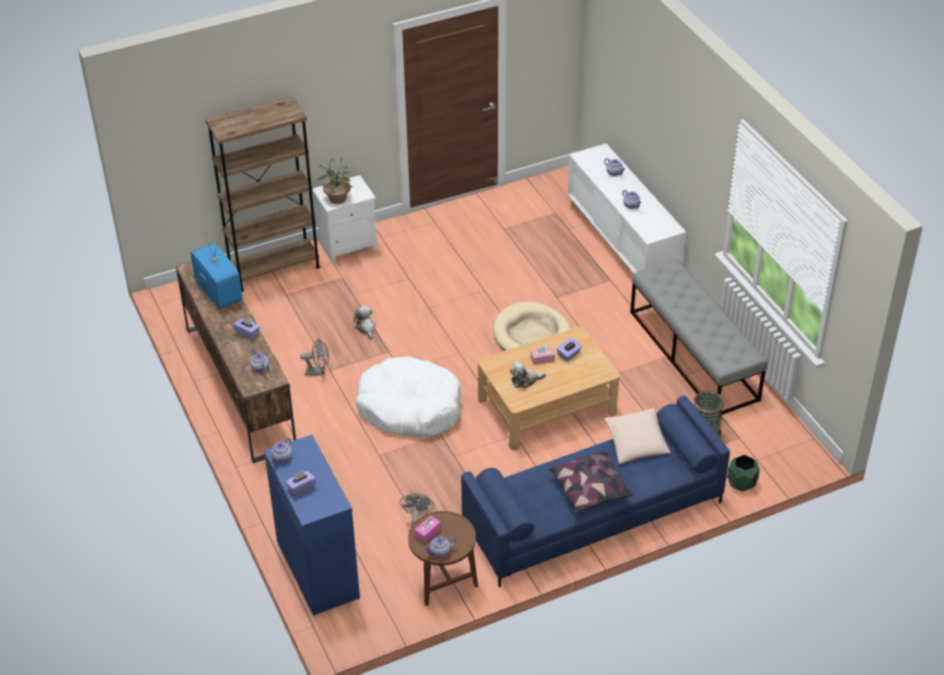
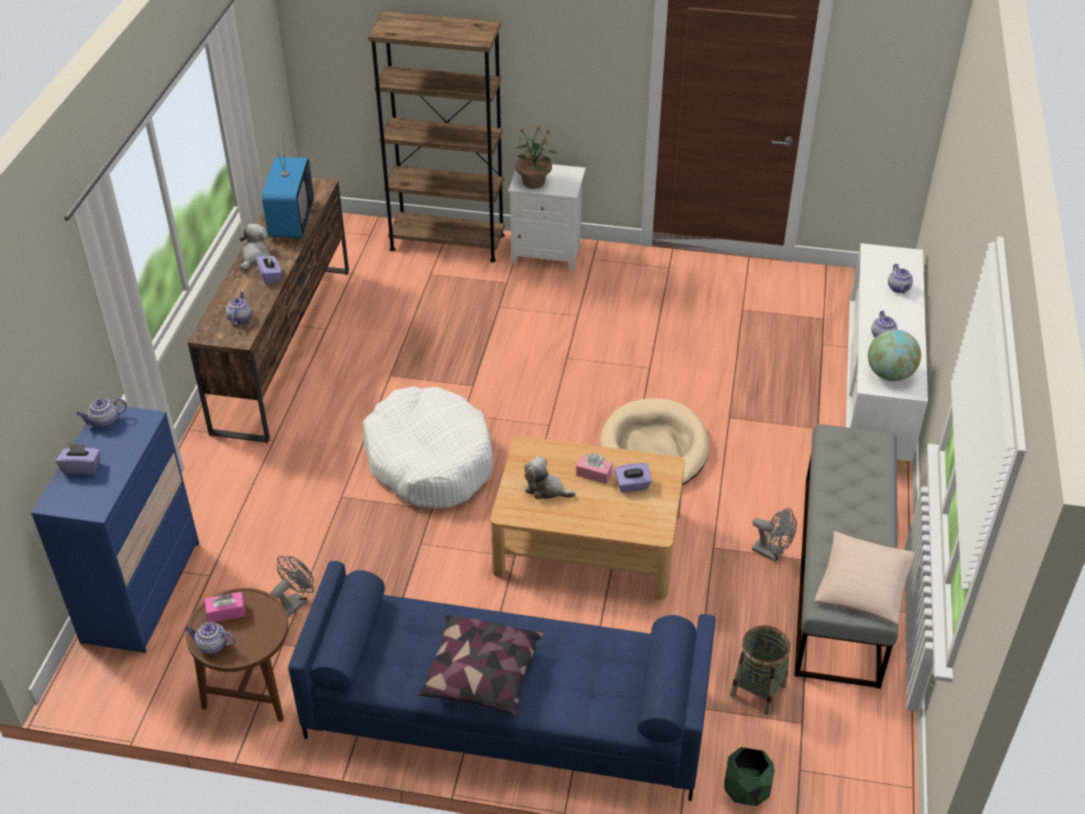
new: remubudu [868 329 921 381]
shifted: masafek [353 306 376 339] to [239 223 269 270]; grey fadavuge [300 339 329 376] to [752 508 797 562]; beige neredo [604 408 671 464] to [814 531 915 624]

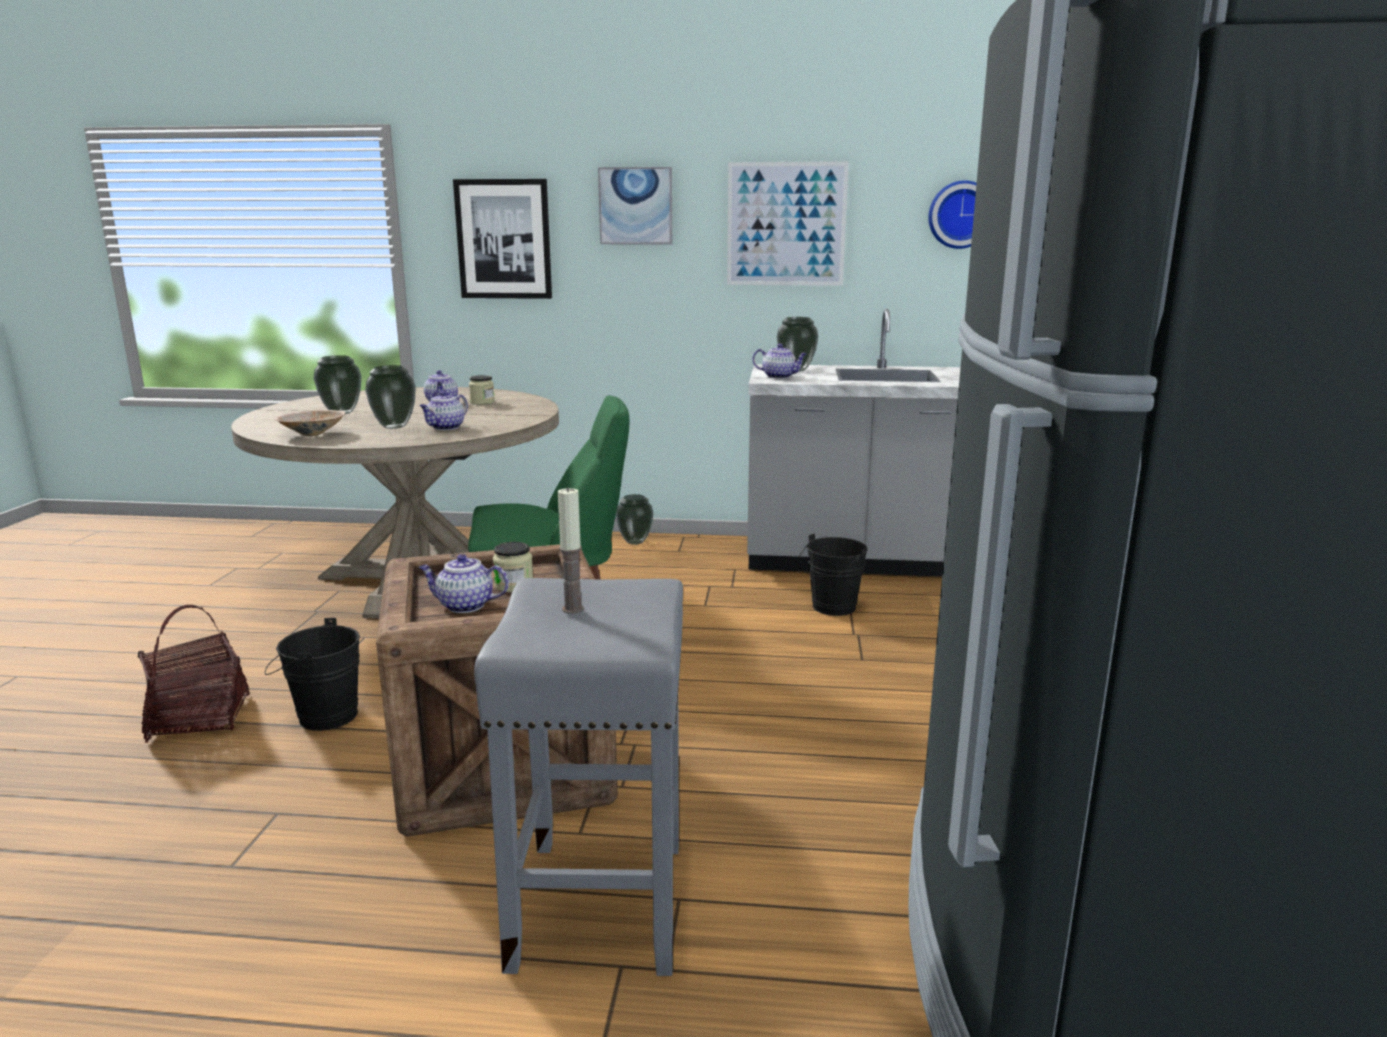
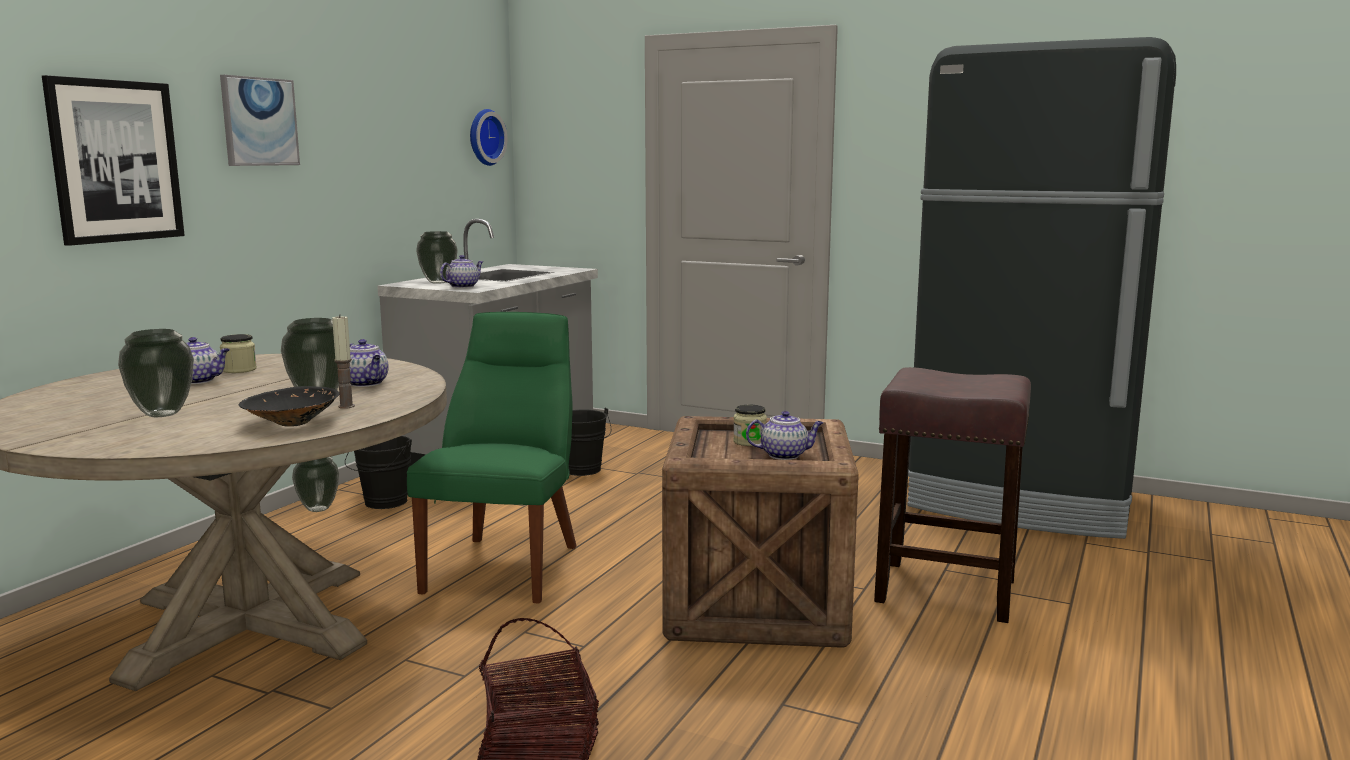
gone: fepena [727 161 849 286]
shifted: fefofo [558 487 584 614] to [332 315 355 409]; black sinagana [264 618 360 731] to [345 436 412 509]
repainted: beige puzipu [274 410 345 436] to black puzipu [239 386 339 427]; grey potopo [474 578 683 976] to brown potopo [874 367 1031 623]
rotated: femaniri [418 554 509 613] = [746 411 823 460] 120 degrees counterclockwise

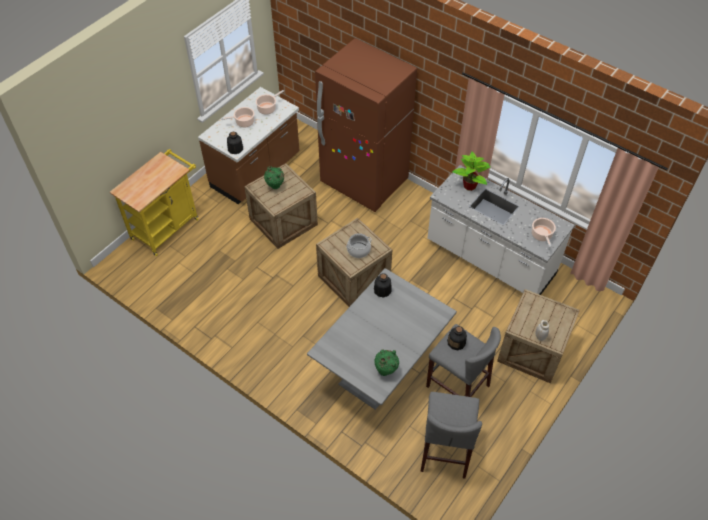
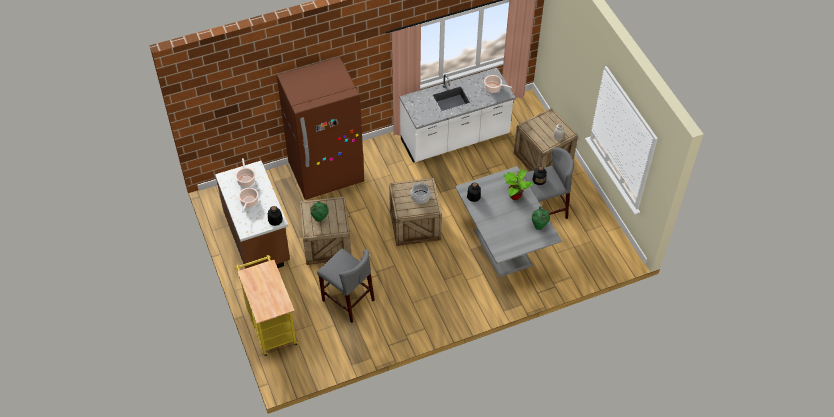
shifted: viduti [452 152 491 191] to [504 169 534 200]; grey potopo [420 392 482 478] to [317 248 375 323]

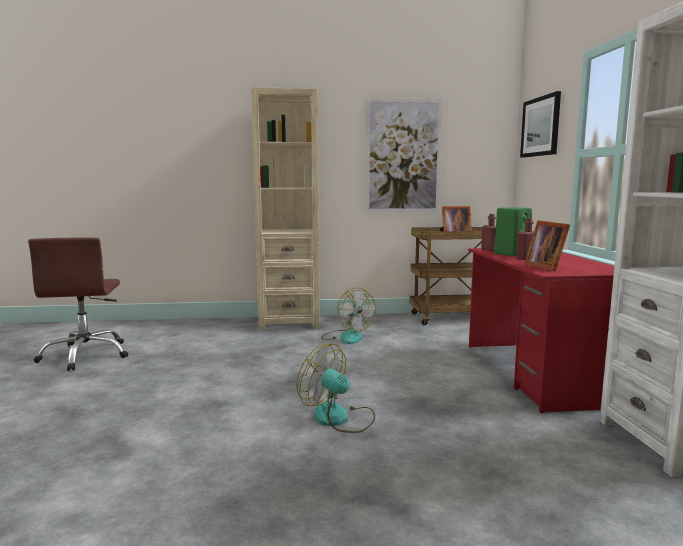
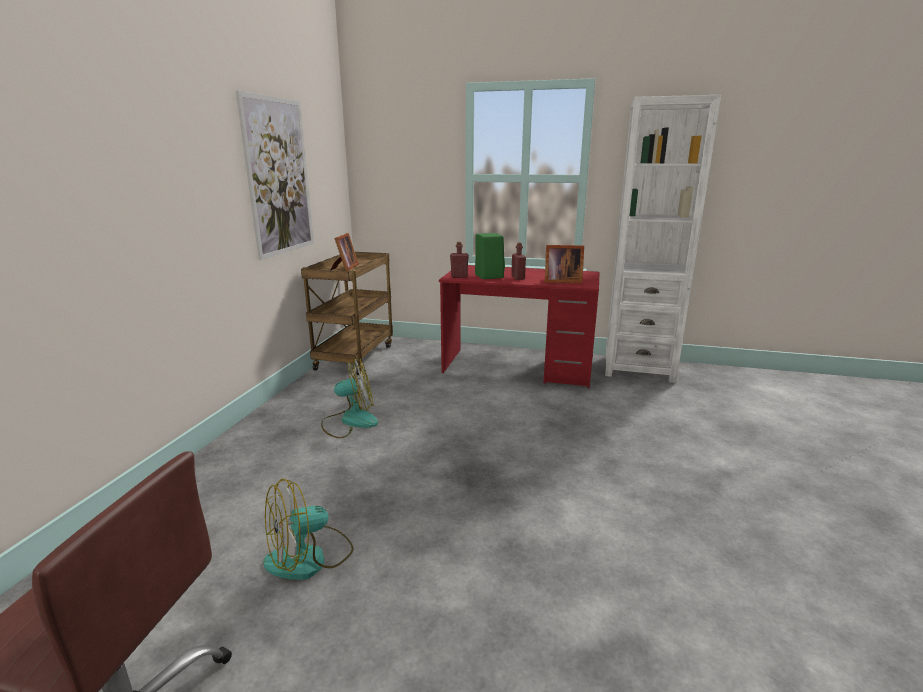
gone: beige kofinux [251 87 320 331]; fepena [520 91 561 158]
shifted: fadavuge [296 343 375 433] to [263 479 354 580]

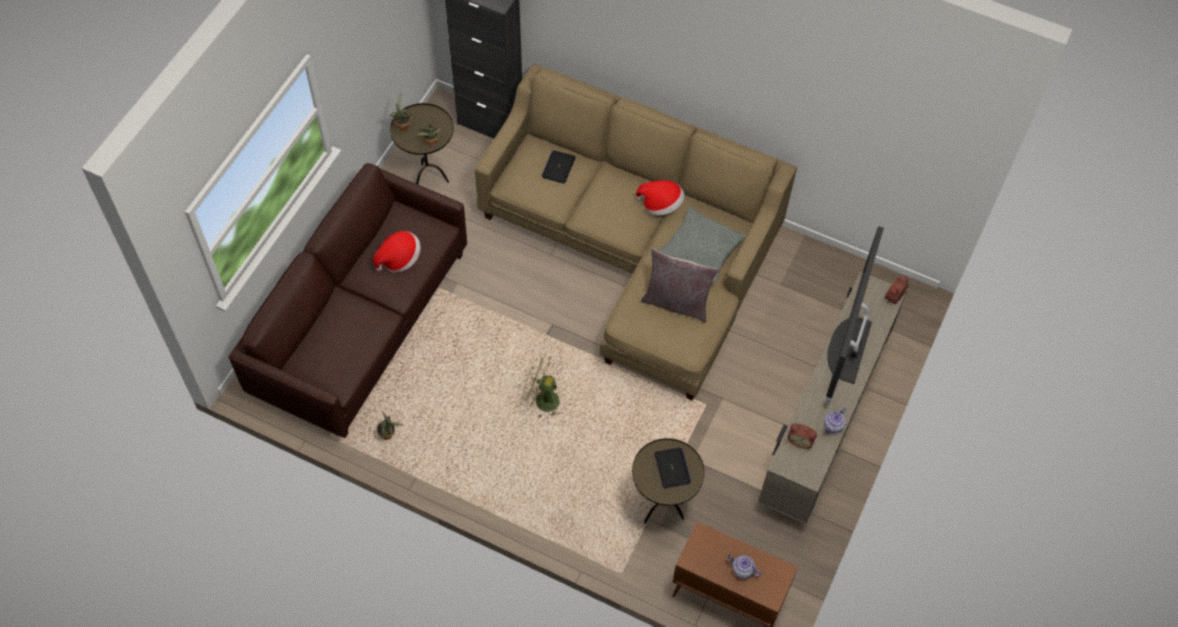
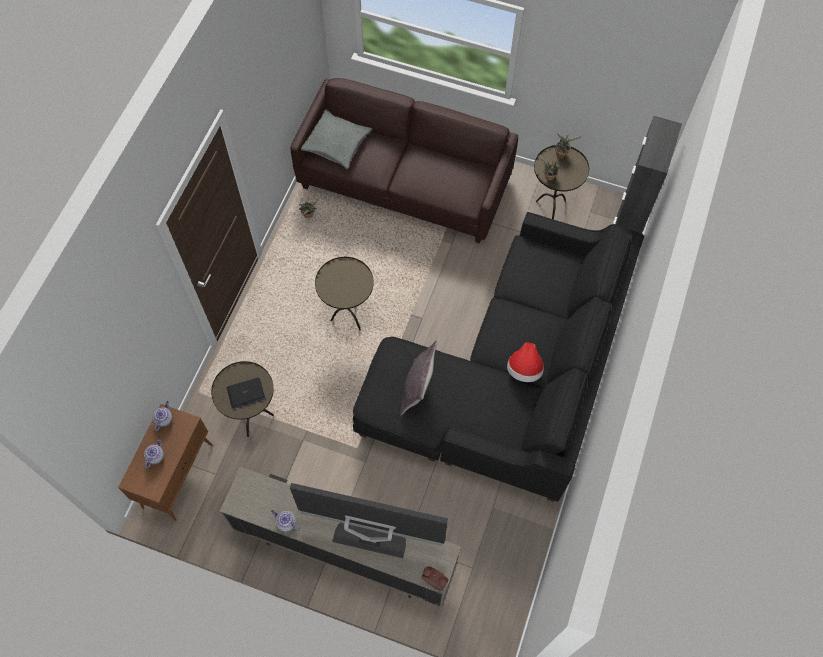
gone: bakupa [541 151 576 184]; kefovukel [373 231 420 273]; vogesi [788 423 817 449]
new: femaniri [153 401 172 431]
shifted: grey neredo [658 206 747 284] to [301 109 372 169]
swapped: beige fadavuge [520 353 560 418] to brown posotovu [315 257 374 330]
repainted: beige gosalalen [475 64 797 400] to black gosalalen [353 212 644 502]

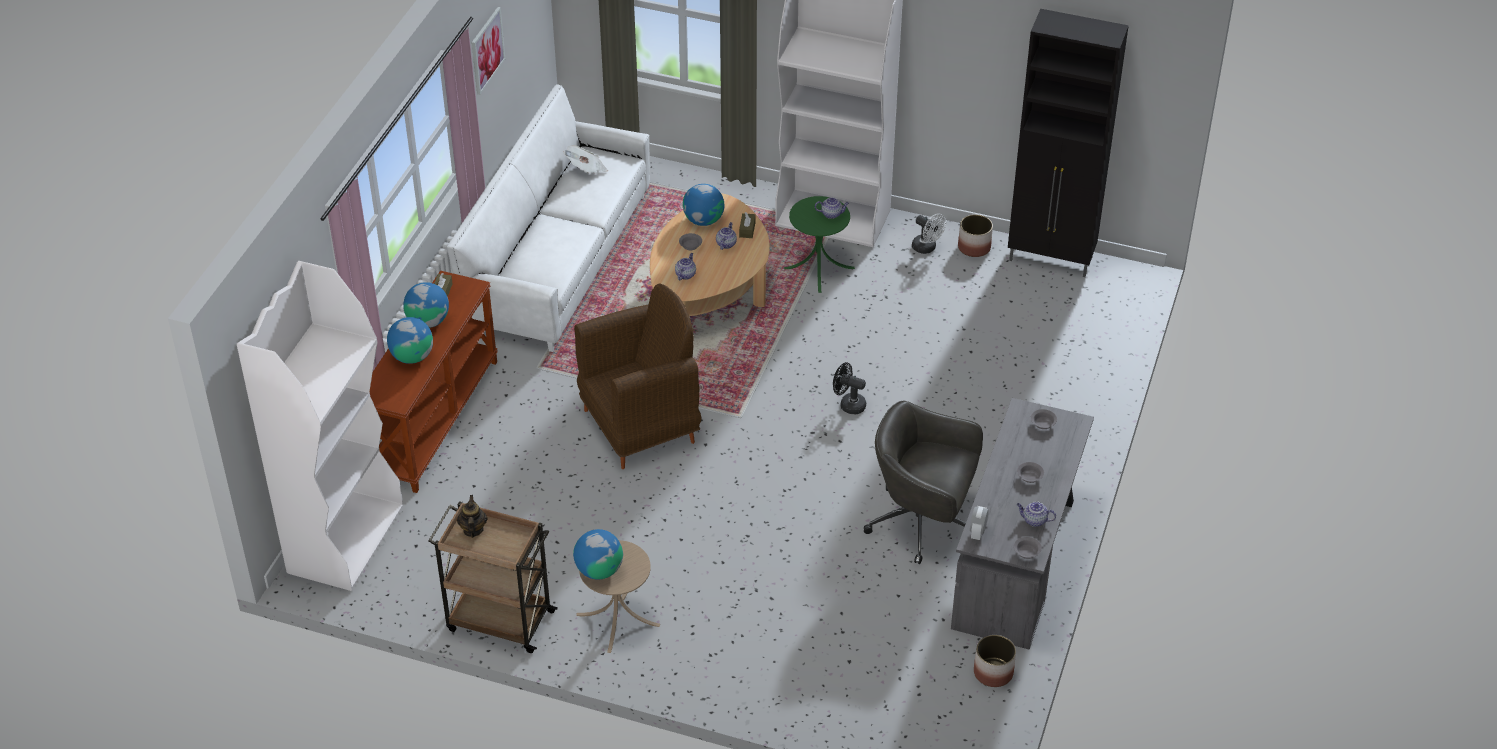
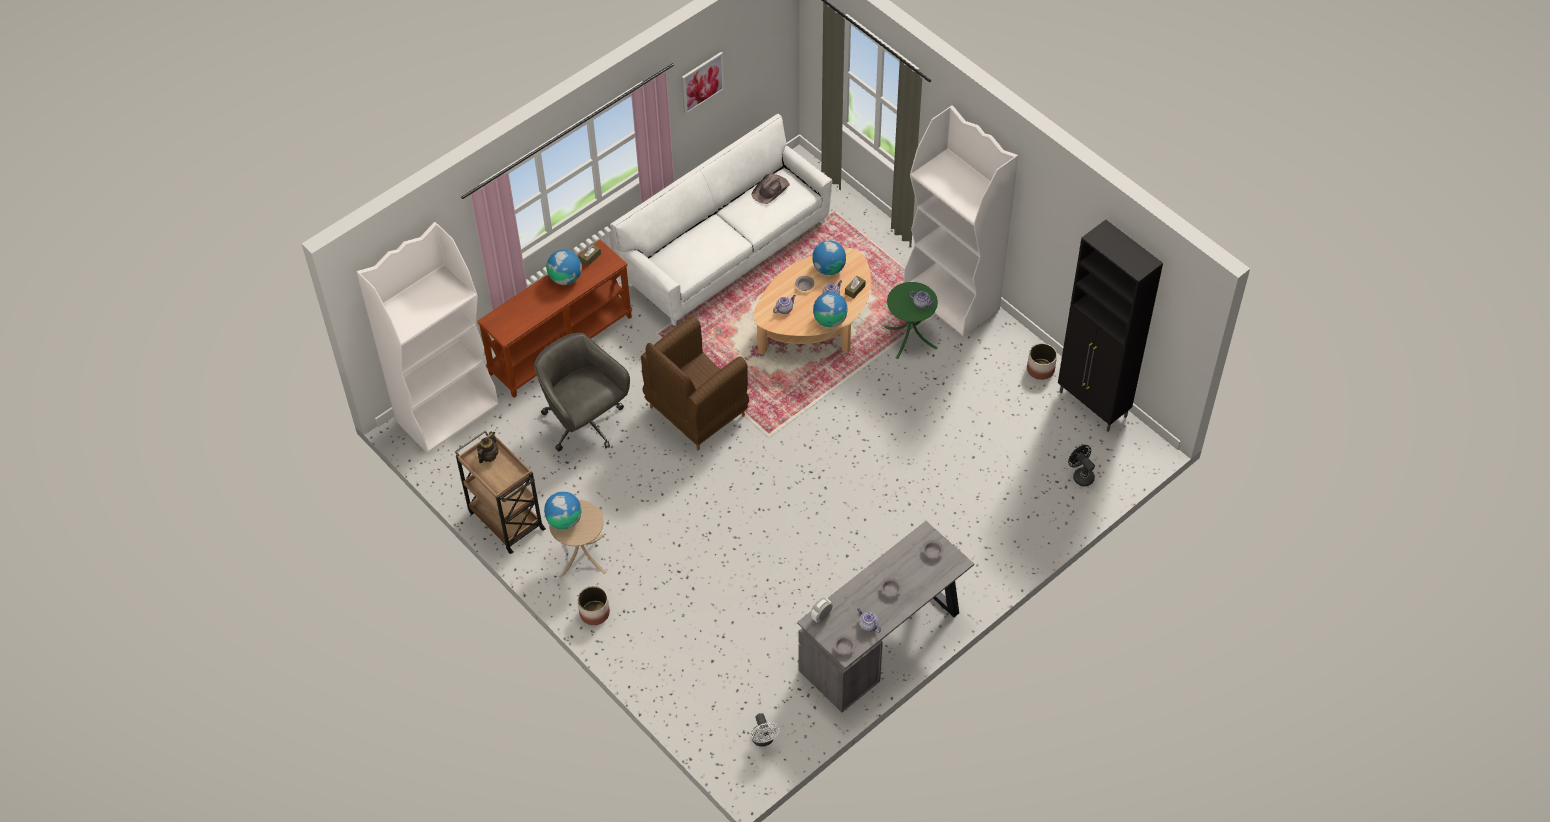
shifted: white fadavuge [912 214 946 254] to [751 713 780 747]; remubudu [387 317 433 364] to [813 292 848 327]; black fadavuge [833 362 866 414] to [1068 445 1095 487]; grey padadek [864 400 983 564] to [534 333 630 451]; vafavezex [974 635 1016 687] to [578 586 610 625]
swapped: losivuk [563 145 608 174] to brown kefovukel [751 174 790 204]
rotated: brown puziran [574 283 702 469] = [641 316 749 450] 135 degrees clockwise

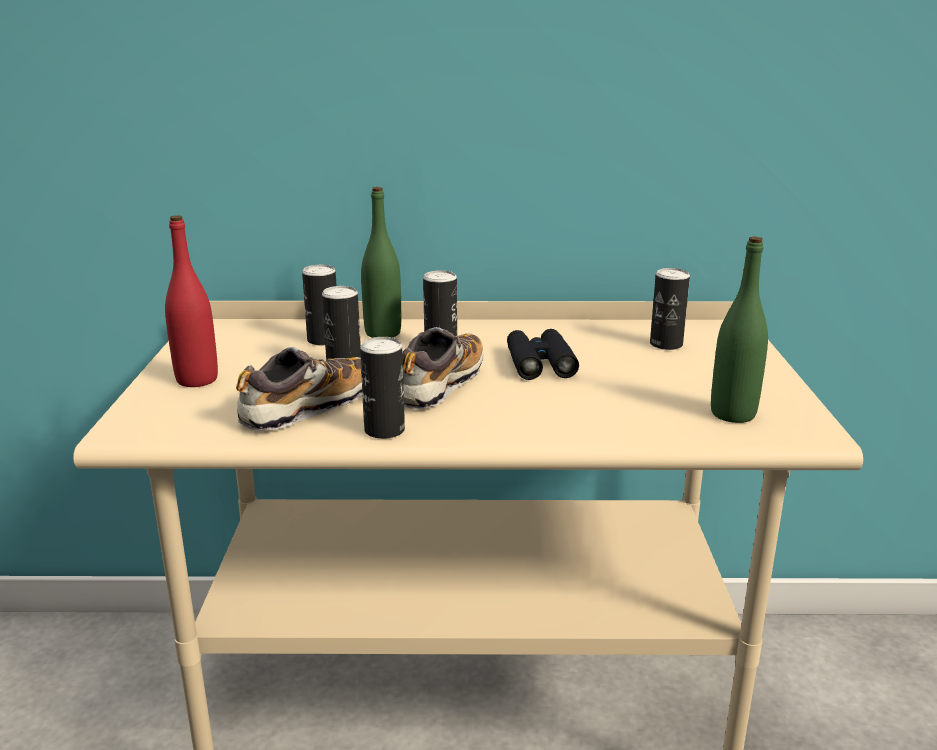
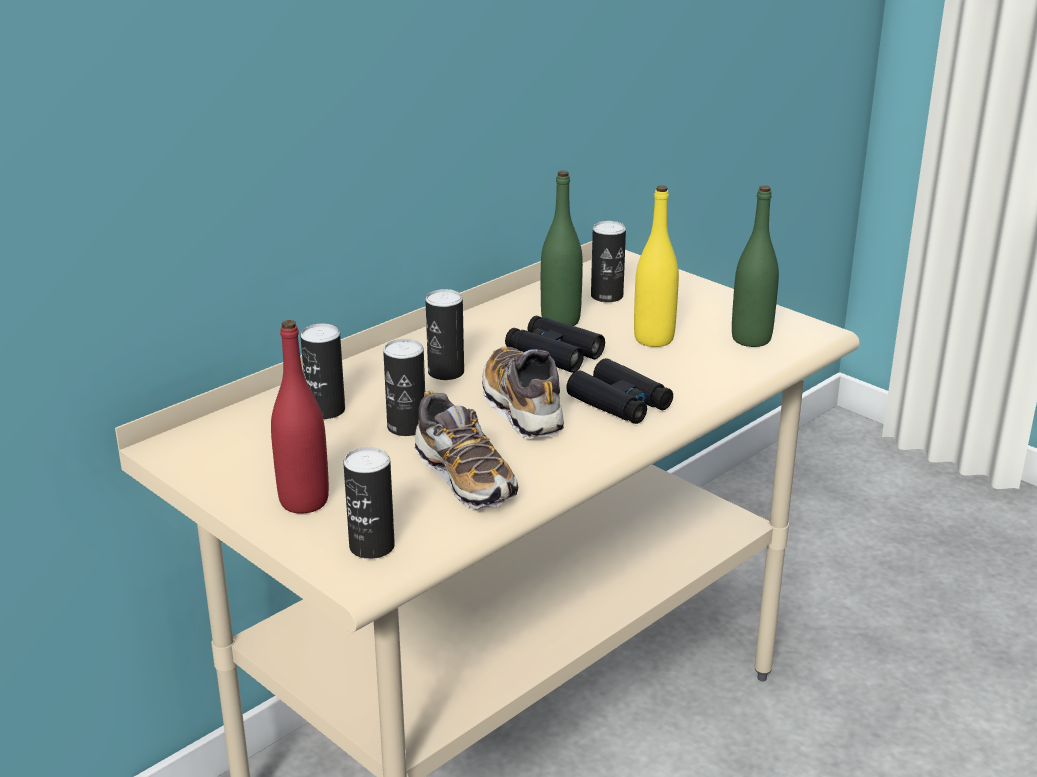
new: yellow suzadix [634 185 679 347]; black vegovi [566 358 673 424]
shifted: green suzadix [361 187 401 338] to [541 171 583 326]; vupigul [360 337 405 439] to [343 447 395 559]
rotated: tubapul [236 347 362 431] = [415 391 518 510] 150 degrees clockwise

